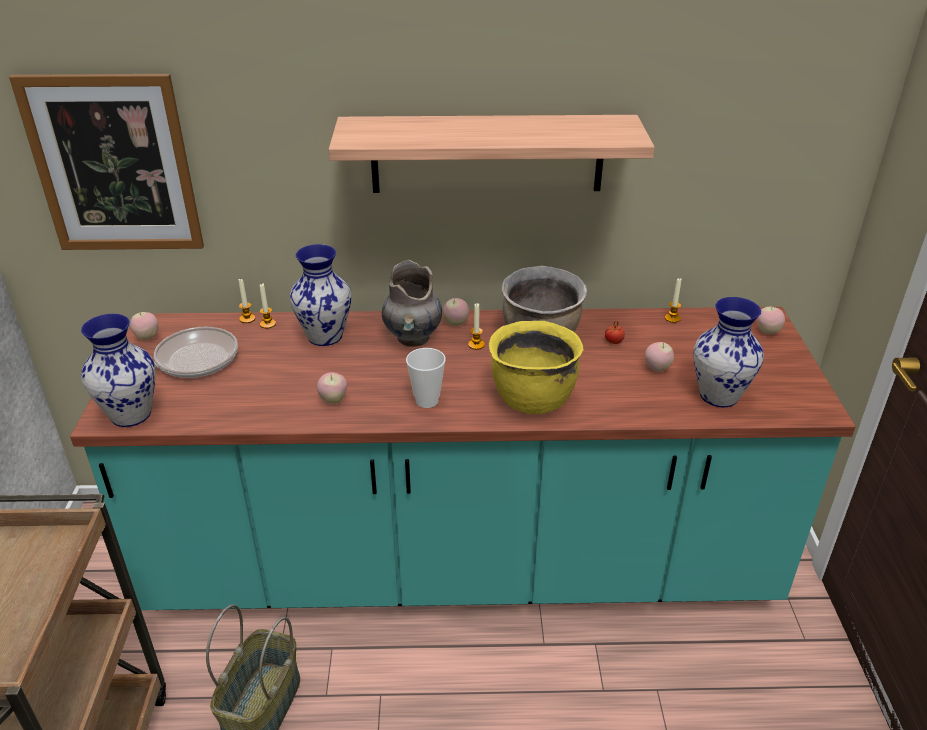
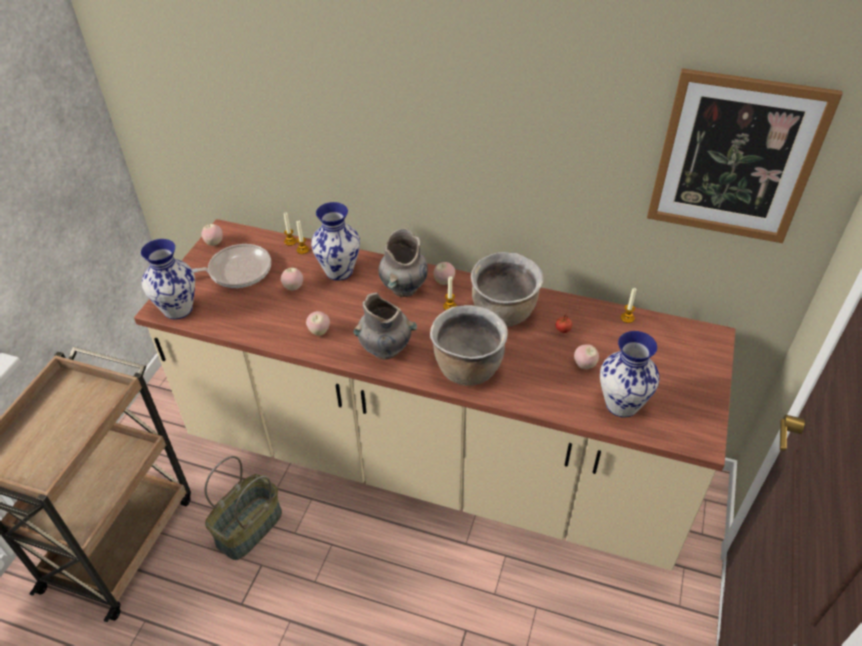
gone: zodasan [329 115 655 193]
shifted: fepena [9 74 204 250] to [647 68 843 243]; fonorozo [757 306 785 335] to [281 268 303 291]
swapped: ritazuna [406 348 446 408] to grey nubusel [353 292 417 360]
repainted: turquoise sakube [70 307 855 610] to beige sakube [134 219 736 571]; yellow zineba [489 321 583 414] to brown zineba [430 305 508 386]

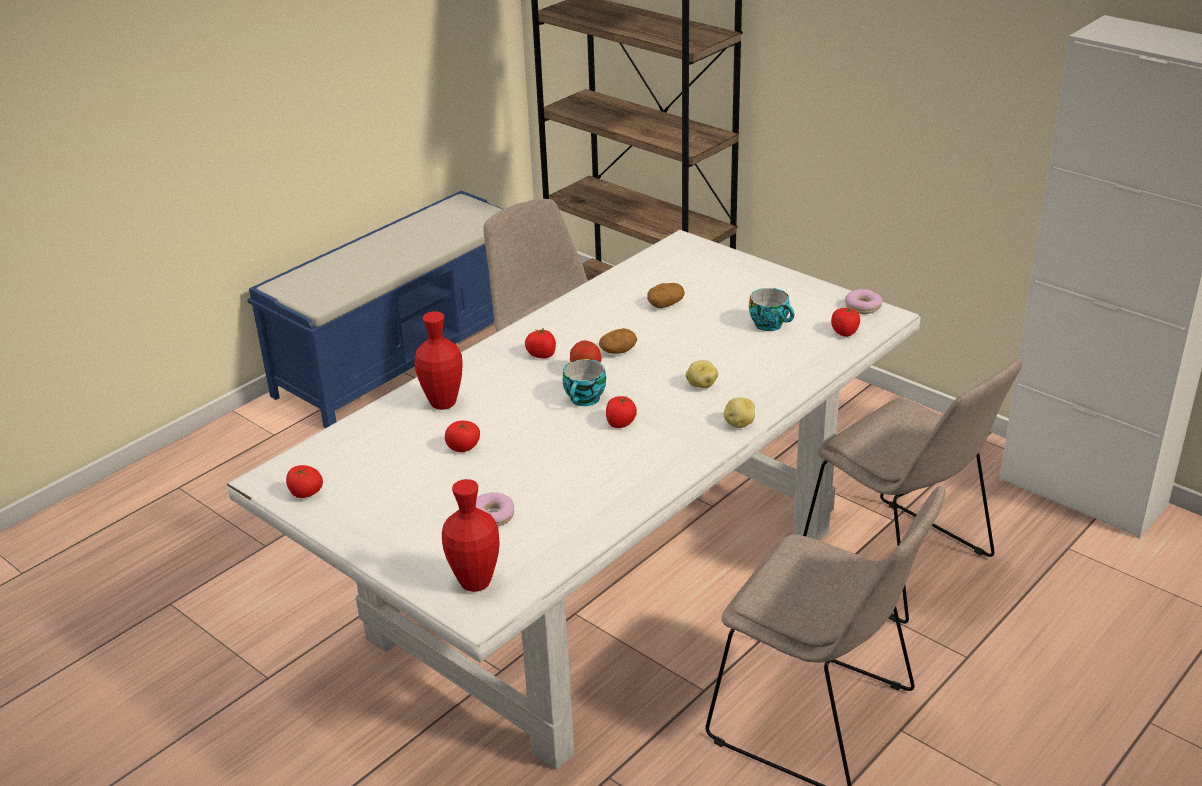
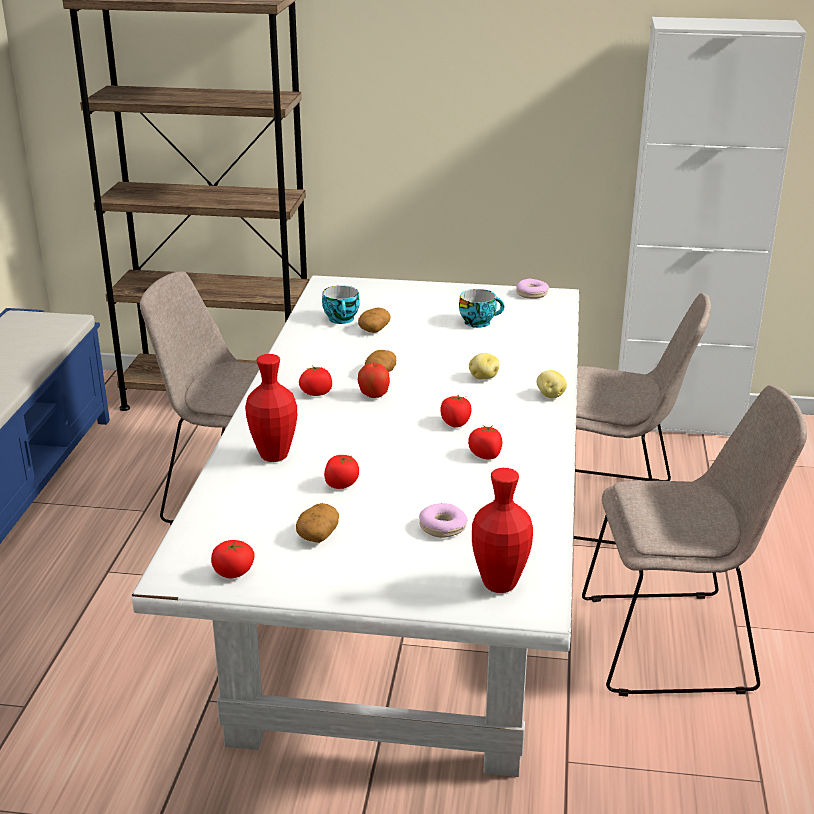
new: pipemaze [296 503 339 543]
shifted: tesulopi [831 307 860 337] to [468 425 502 460]; ritazuna [562 359 606 406] to [322 285 360 324]

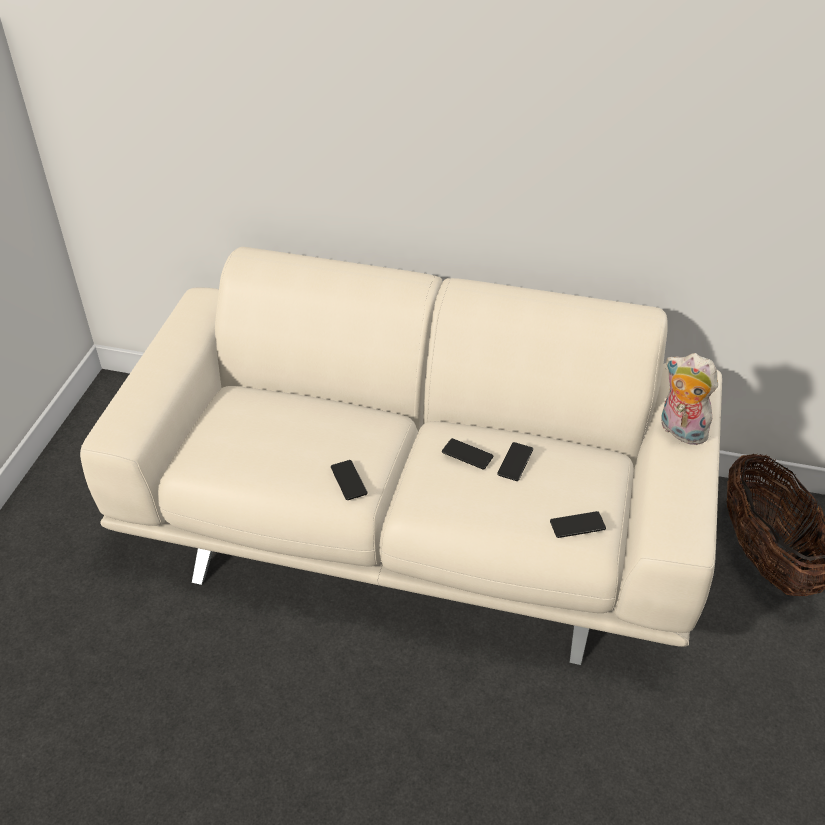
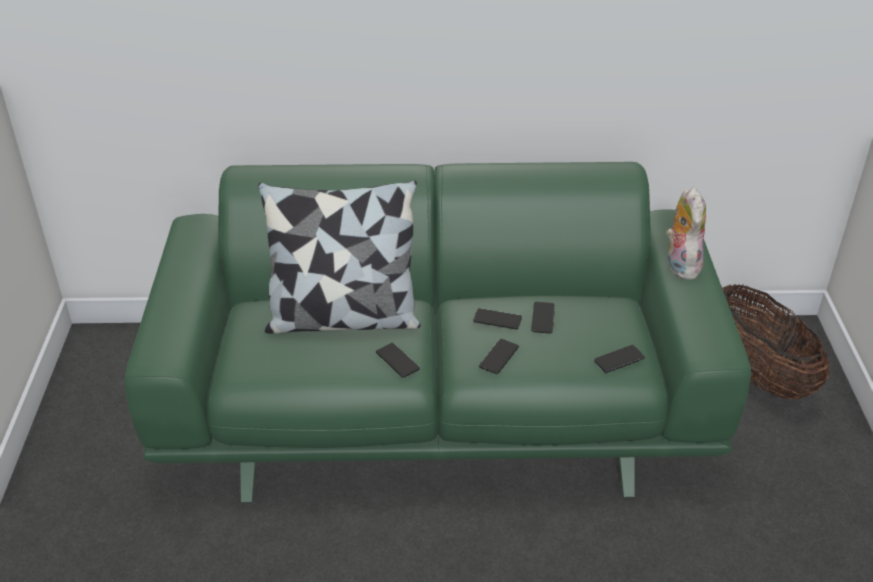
new: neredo [258 180 421 334]; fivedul [479 339 519 374]
repainted: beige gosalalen [80 247 722 665] to green gosalalen [124 162 751 502]
rotated: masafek [661 353 718 445] = [666 187 706 280] 60 degrees clockwise

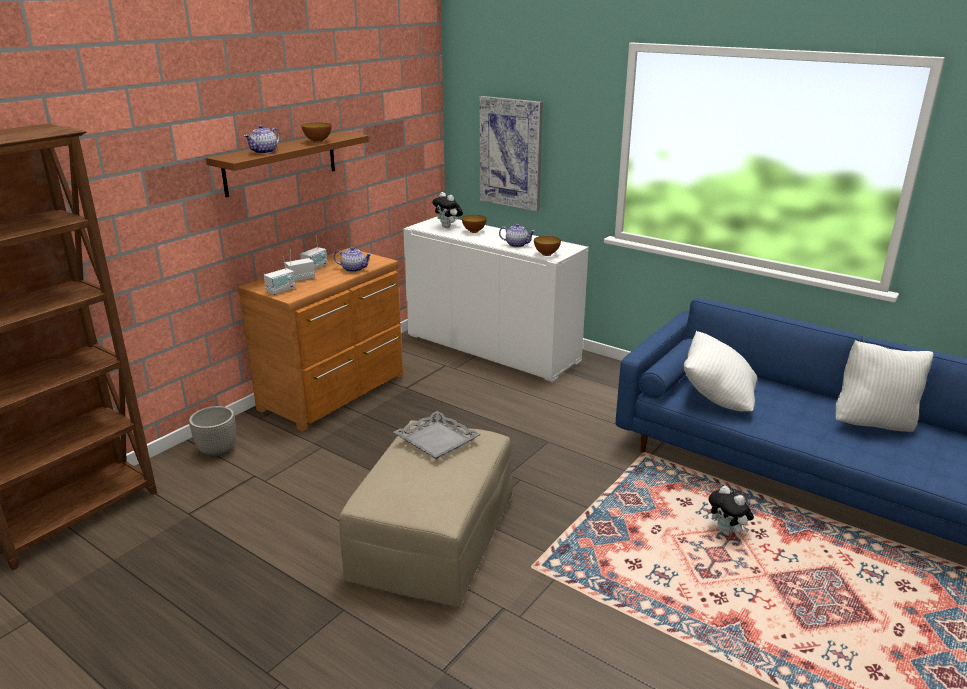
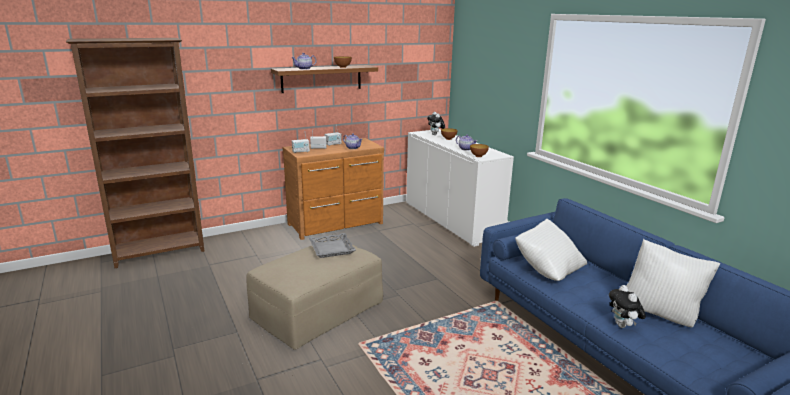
gone: fepena [479 96 543 211]; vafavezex [189 406 236 457]
shifted: masafek [709 486 754 536] to [609 285 646 328]

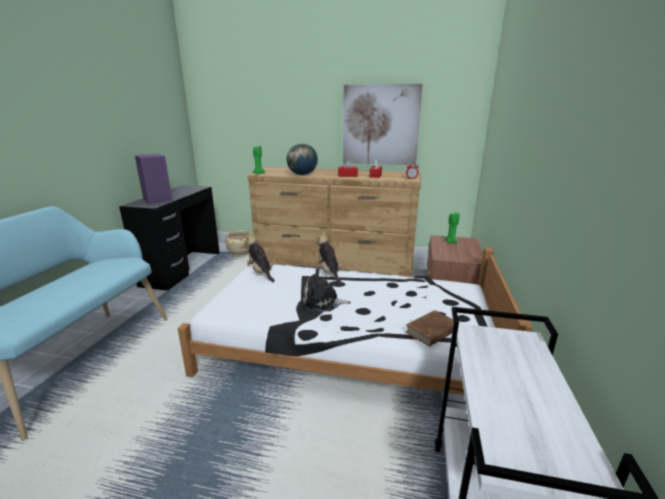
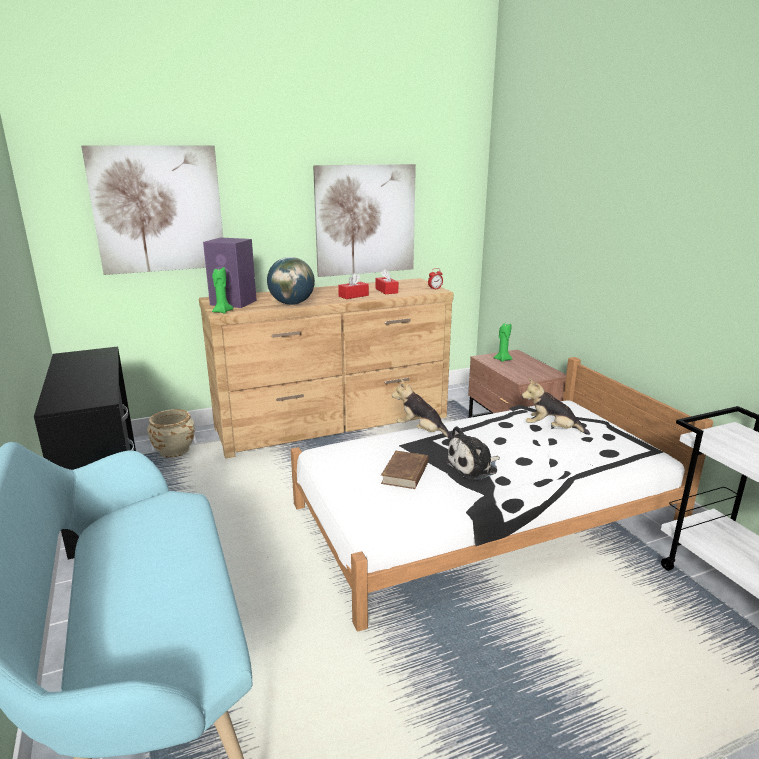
new: fepena [81 145 223 275]
shifted: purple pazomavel [135 154 172 204] to [203 237 257 308]; masafek [244 232 275 282] to [522 378 590 435]; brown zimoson [406 310 460 347] to [381 451 429 489]

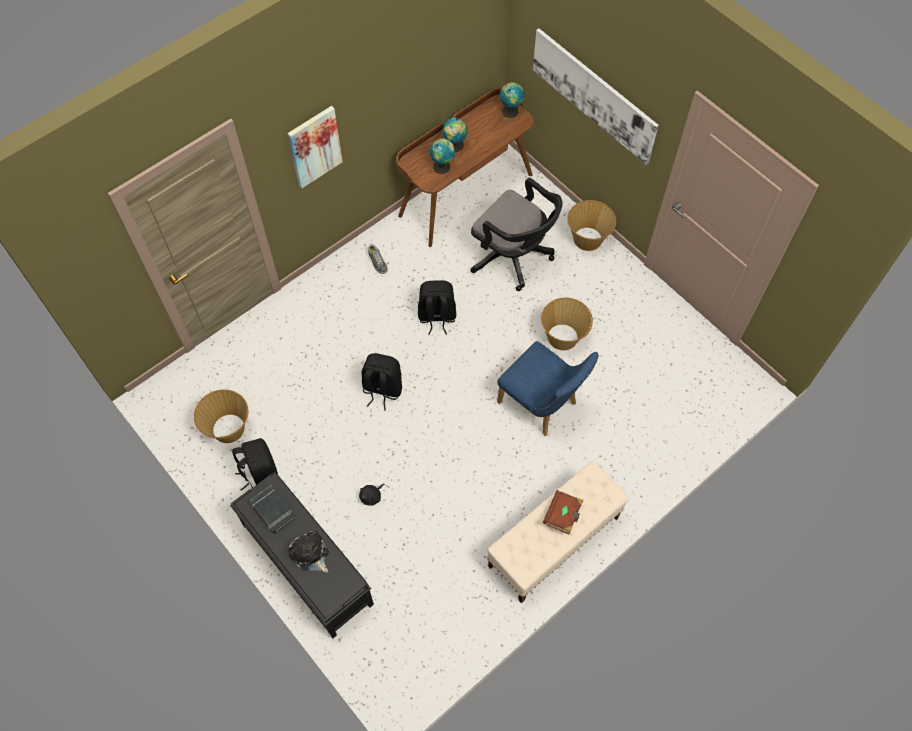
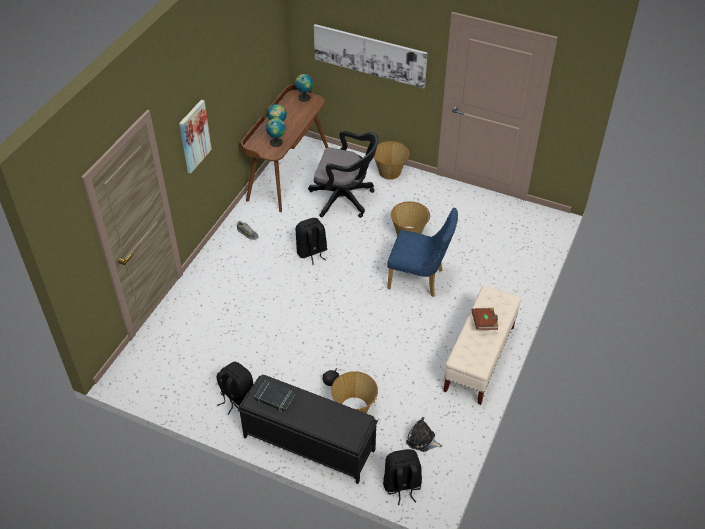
shifted: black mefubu [362 353 402 410] to [383 449 422 505]; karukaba [194 389 248 443] to [331 371 378 414]; masafek [288 530 329 573] to [406 417 442 452]

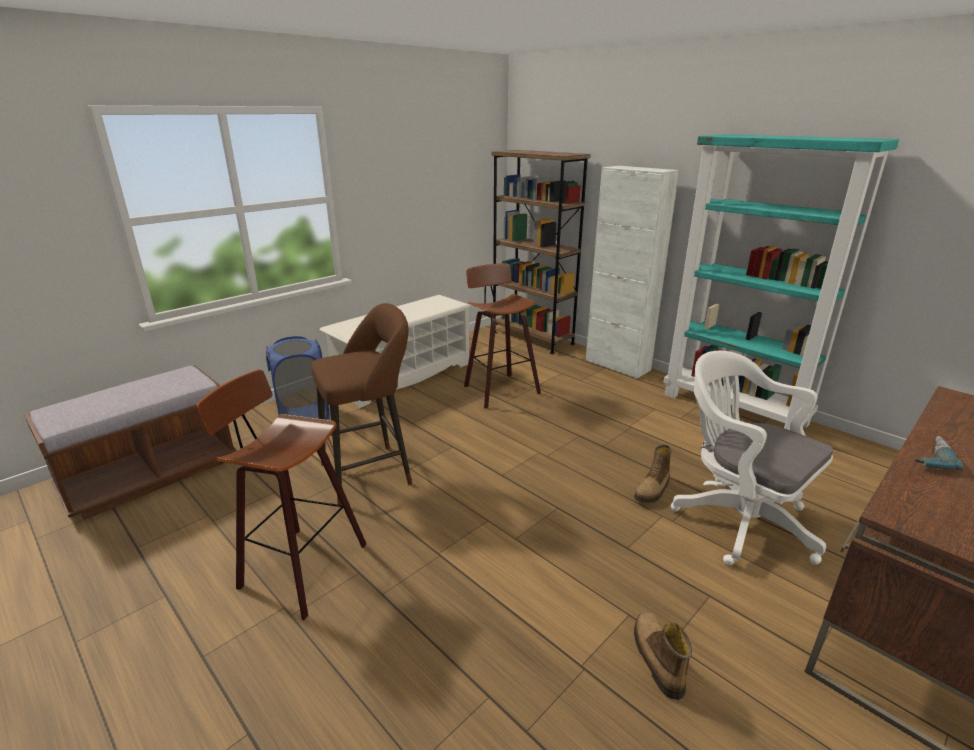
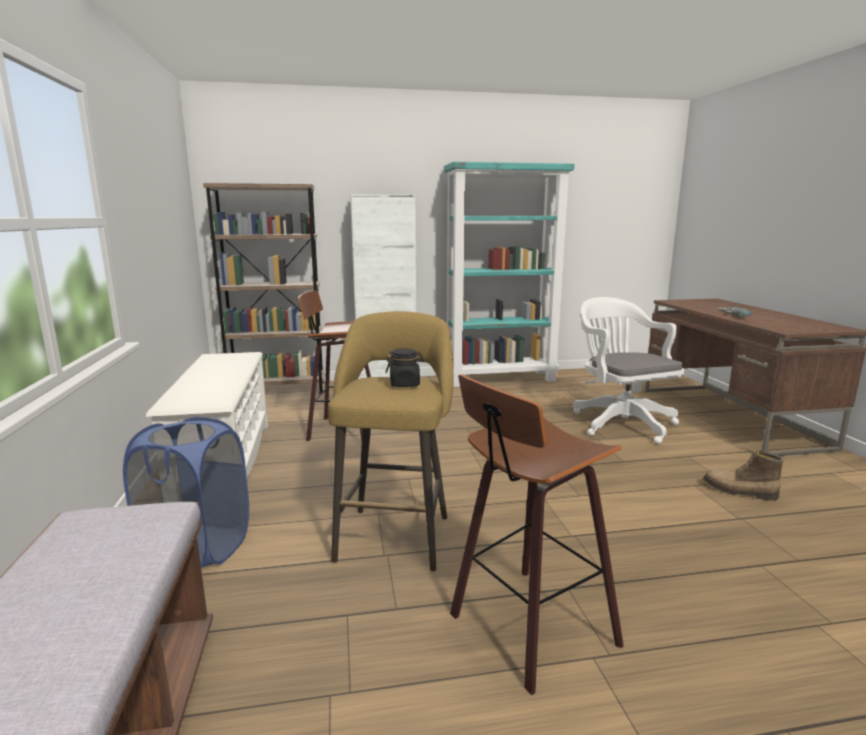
gone: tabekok [634 444 672 503]
new: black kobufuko [386 349 424 387]
repainted: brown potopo [311 303 412 505] to yellow potopo [328 311 454 571]
rotated: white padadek [671 351 833 566] = [573 297 684 444] 75 degrees clockwise

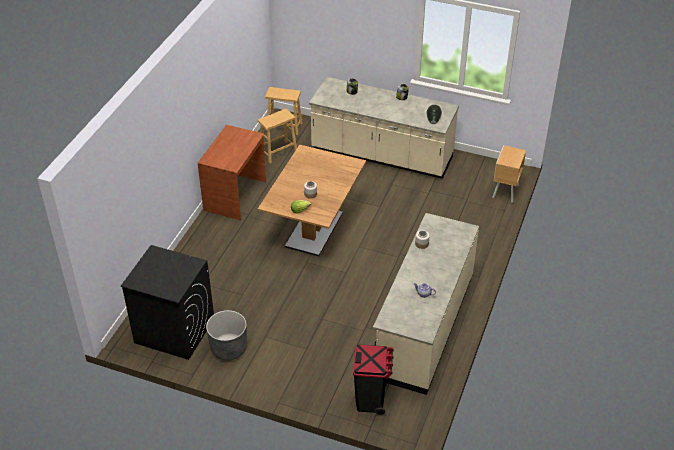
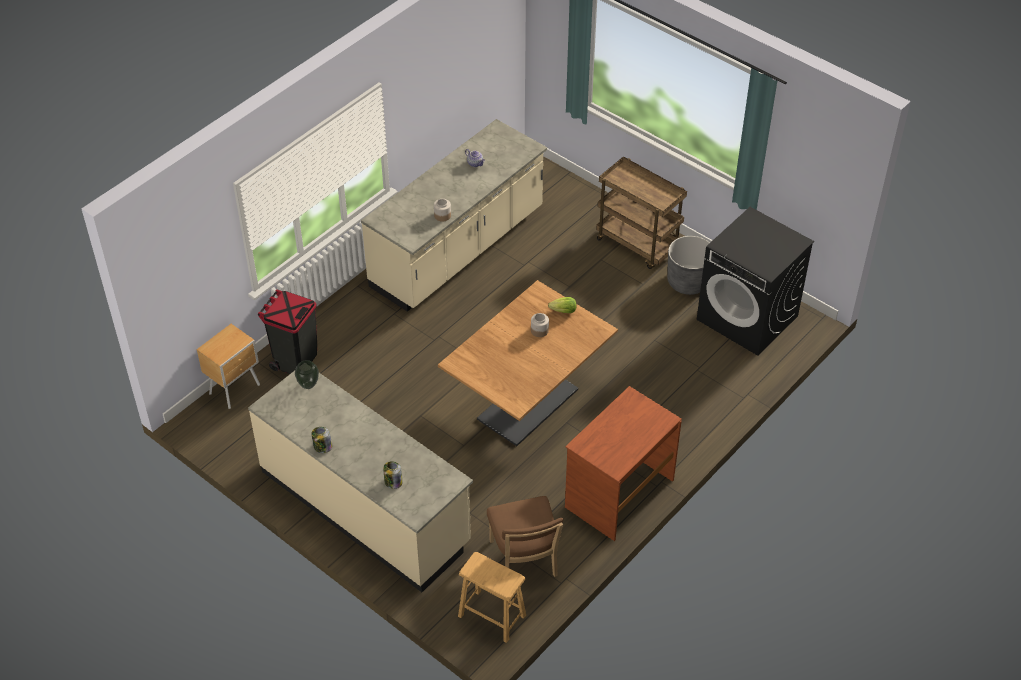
new: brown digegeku [596 156 687 269]
shifted: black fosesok [353 345 394 415] to [258 289 317 374]
swapped: brown potopo [257 109 297 163] to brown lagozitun [487 496 563 577]

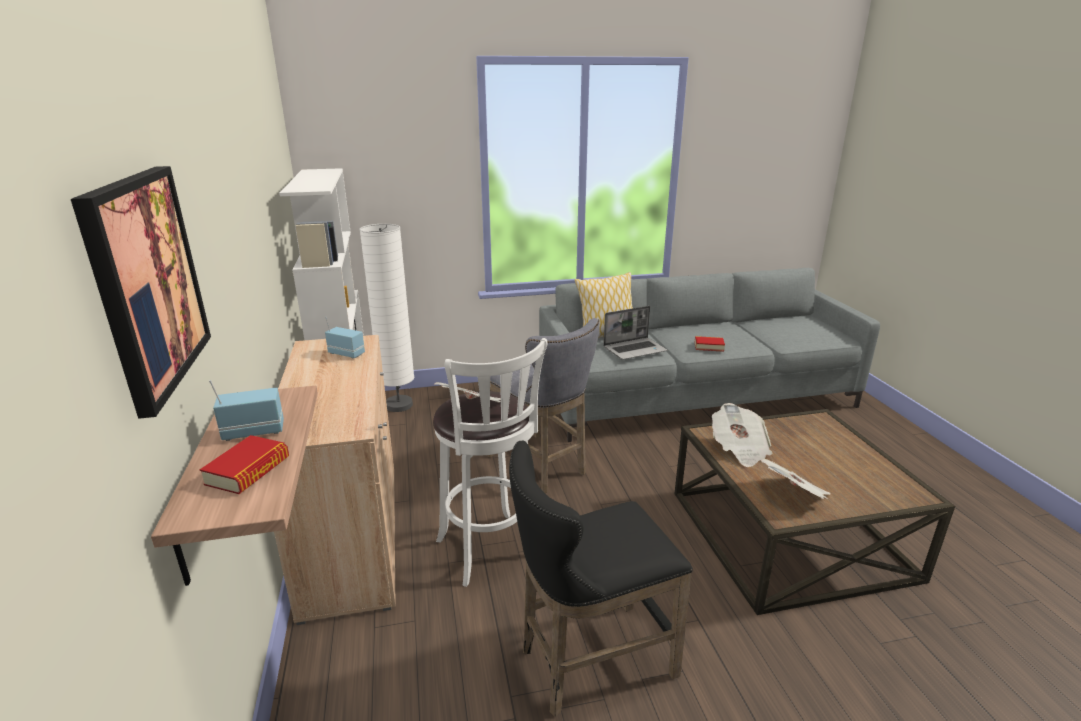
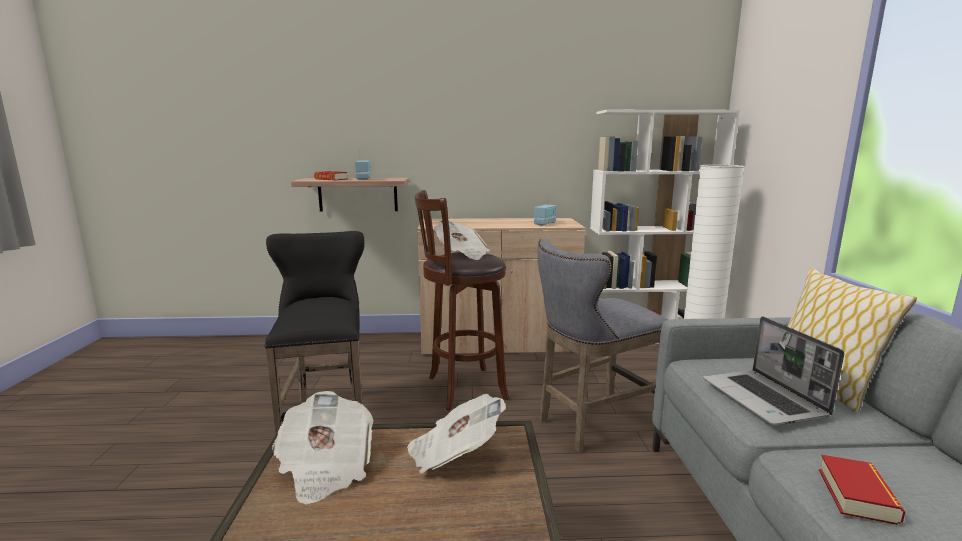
gone: fepena [71 166 211 419]
repainted: white potopo [433 338 548 587] to brown potopo [414 190 509 411]

